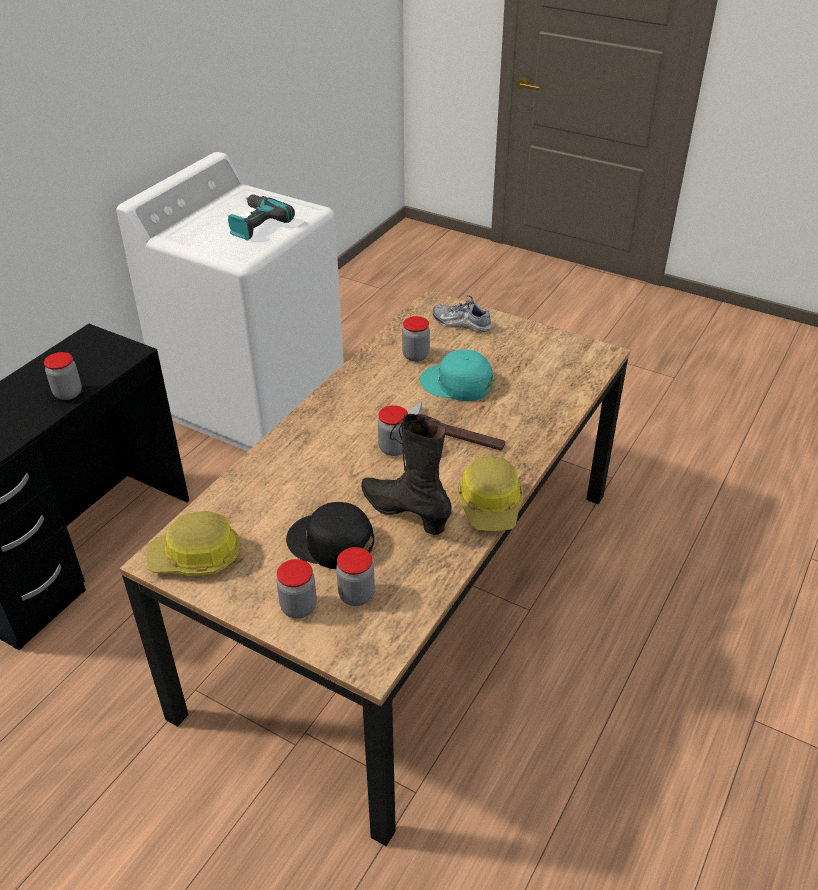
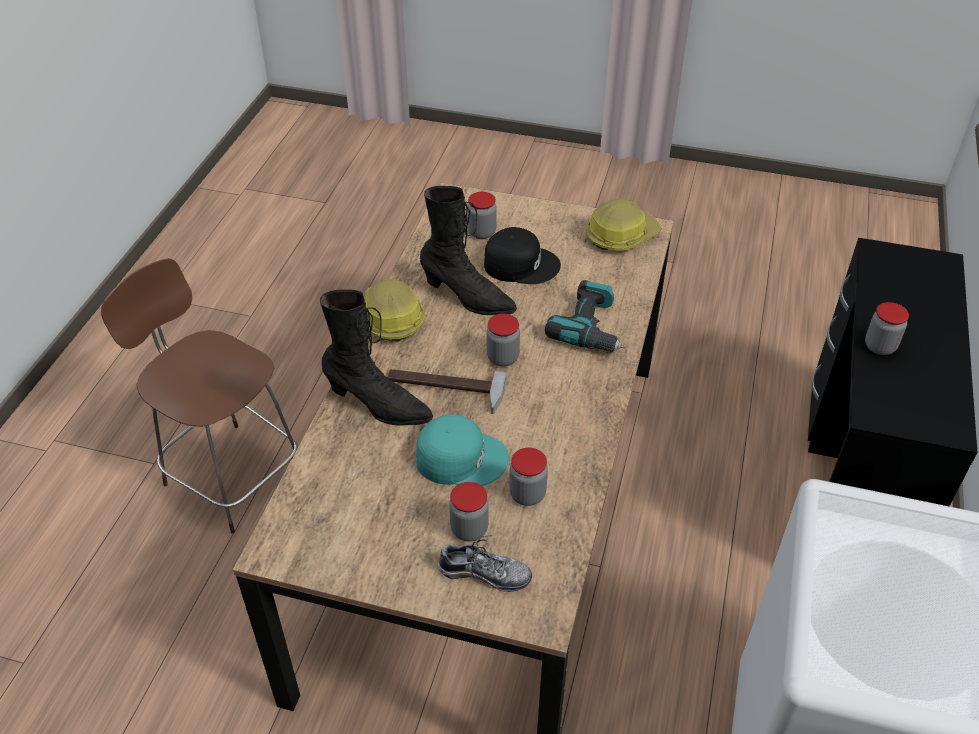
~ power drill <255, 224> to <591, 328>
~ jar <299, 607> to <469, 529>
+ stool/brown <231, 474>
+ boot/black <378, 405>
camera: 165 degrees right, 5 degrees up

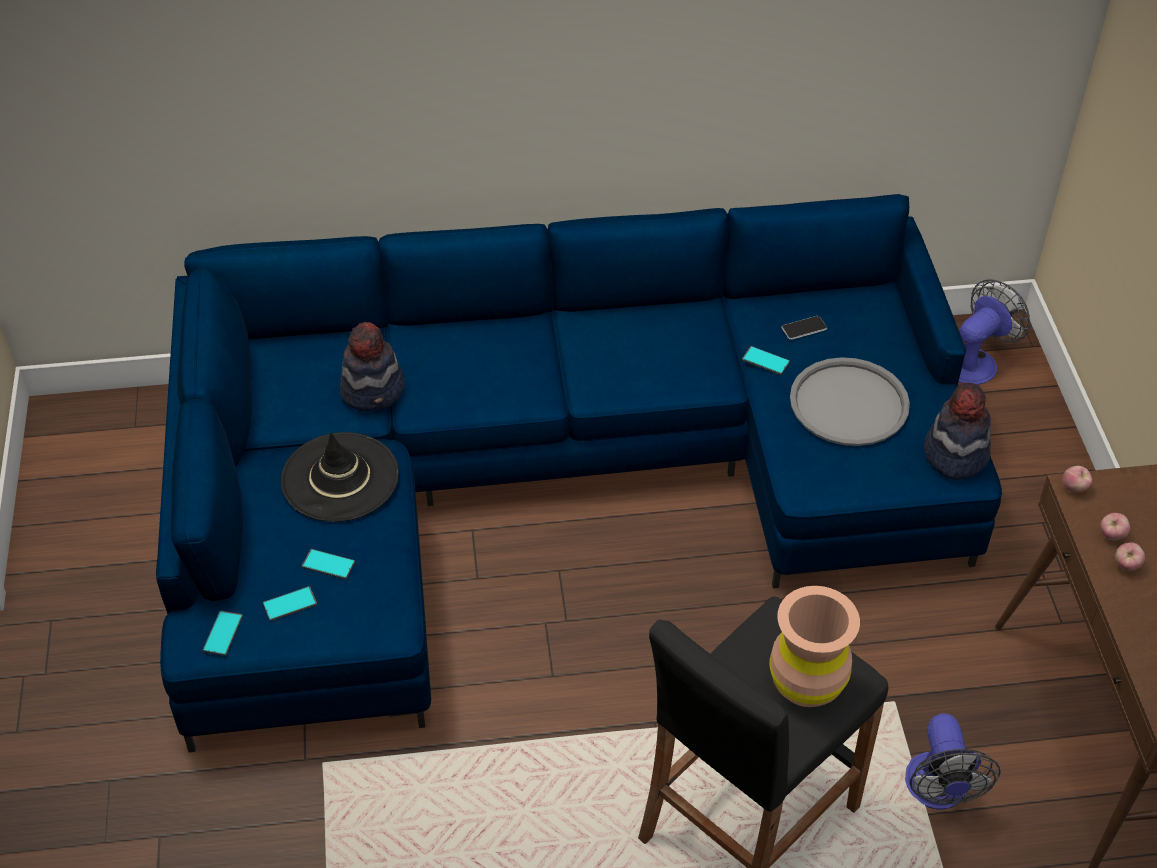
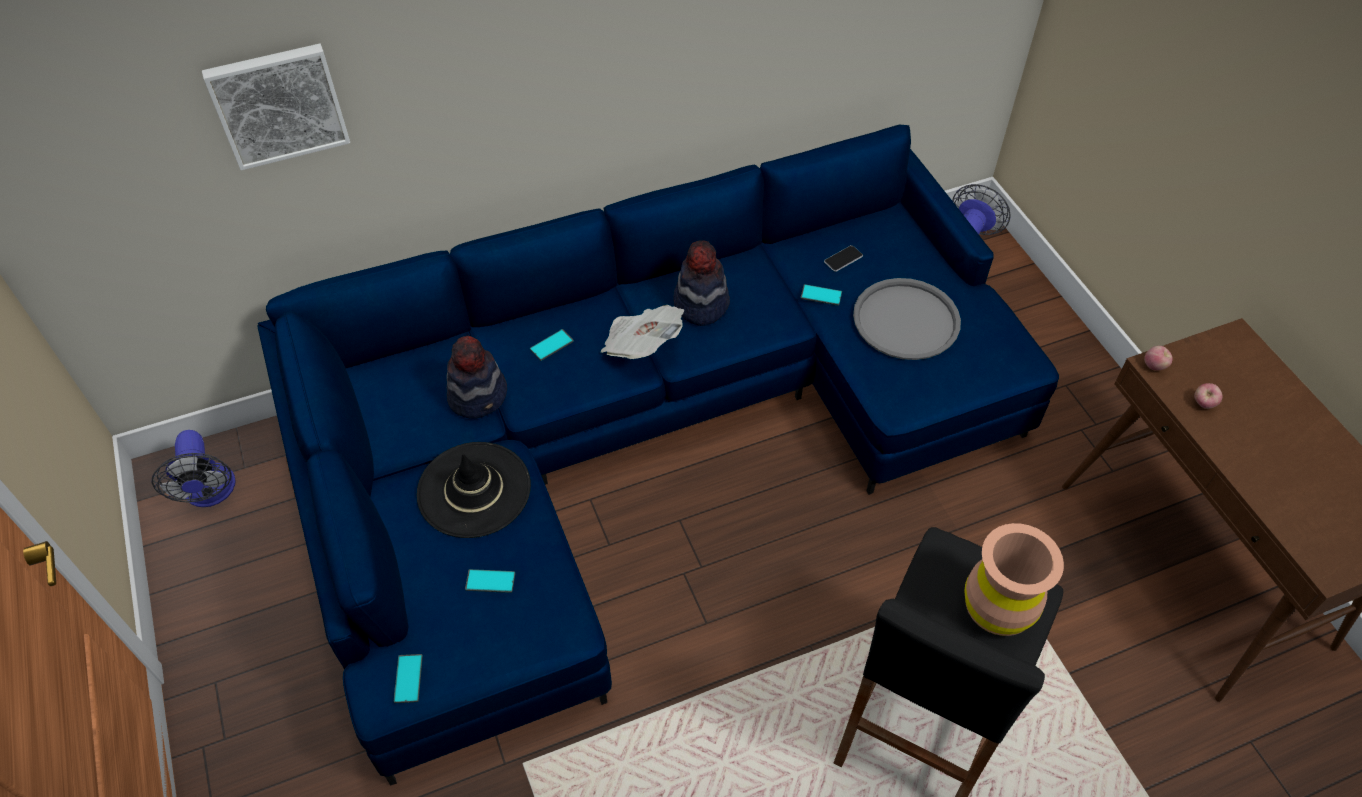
~ hat <955, 454> to <700, 303>
- apple <1126, 566>
~ phone <290, 604> to <551, 345>
~ fan <938, 792> to <210, 493>
+ picture <278, 104>
+ newspaper <642, 345>
camera: 15 degrees left, 5 degrees up

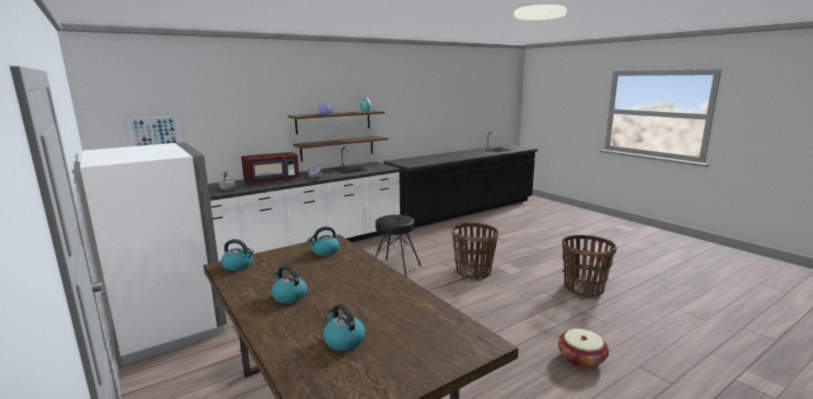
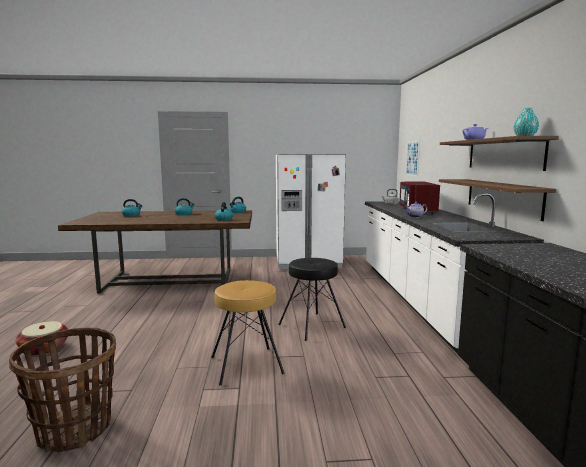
~ basket <473, 272> to stool/brown <246, 365>
camera: 120 degrees right, 5 degrees down

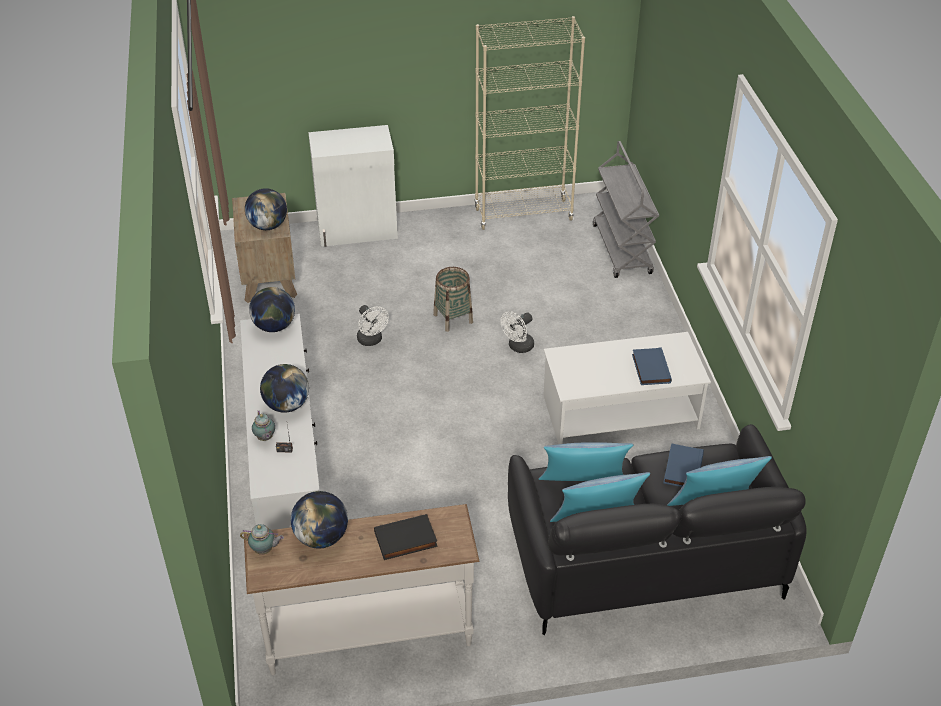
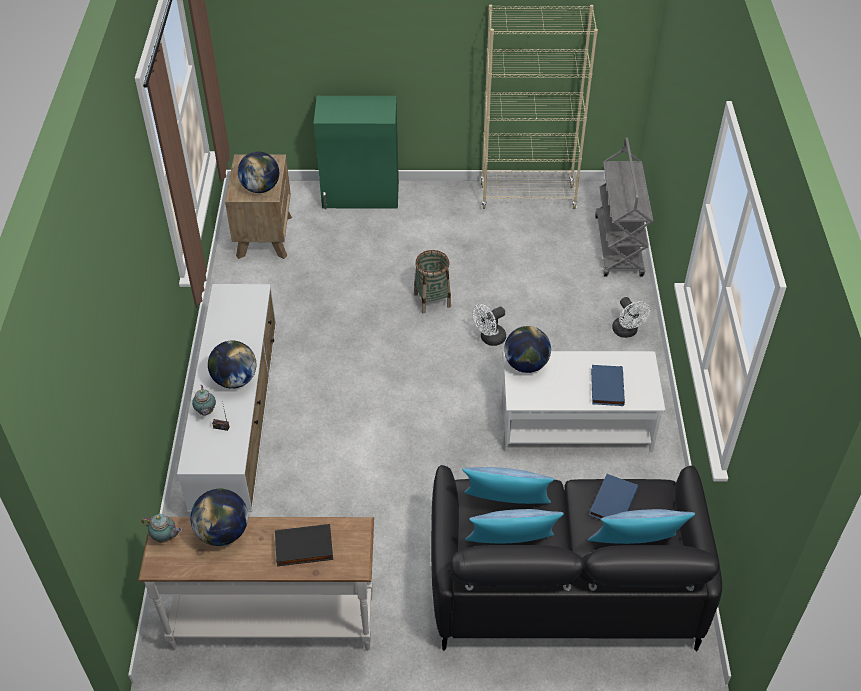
~ cabinet/white <358, 231> to cabinet/green <361, 196>
~ globe <274, 326> to <526, 364>
~ fan/white <371, 340> to <627, 332>
camera: 10 degrees right, 5 degrees up

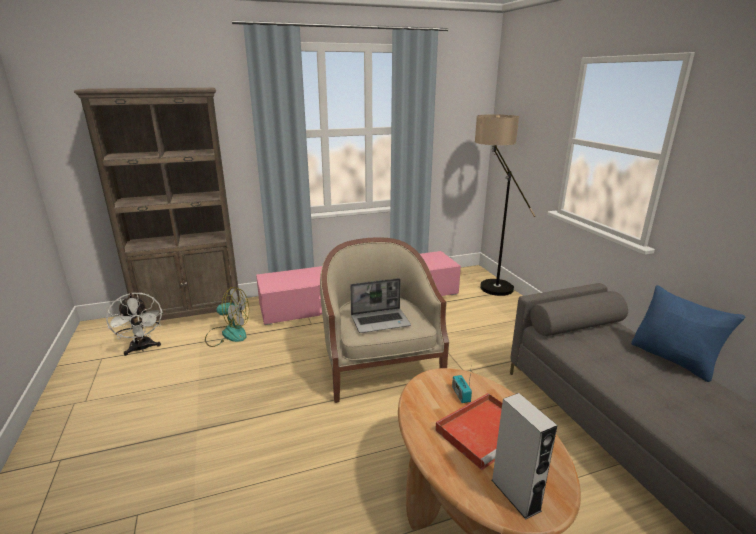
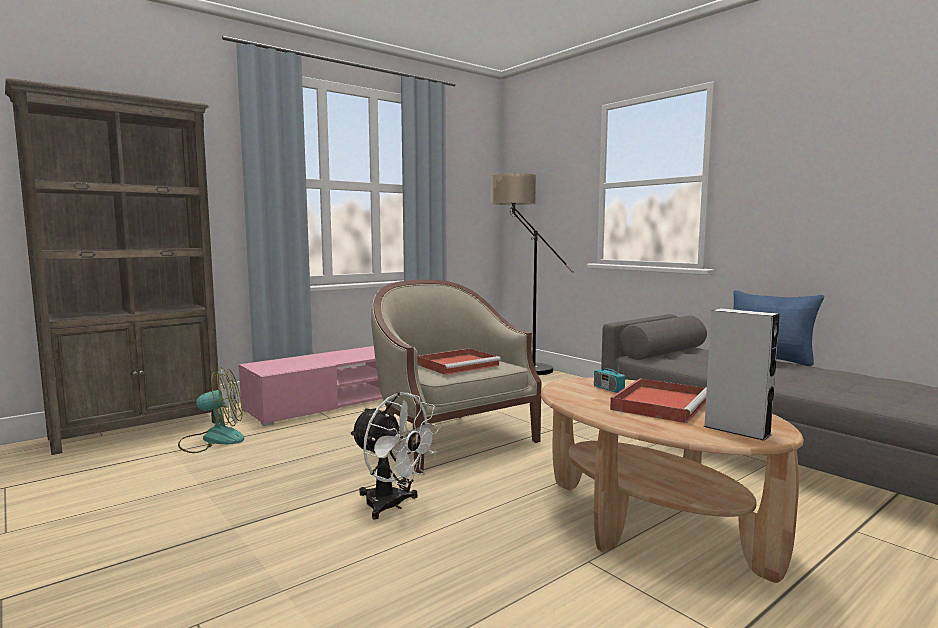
~ laptop <381, 321> to tray/red <458, 364>
~ fan/white <142, 349> to <392, 506>
camera: 20 degrees left, 15 degrees down

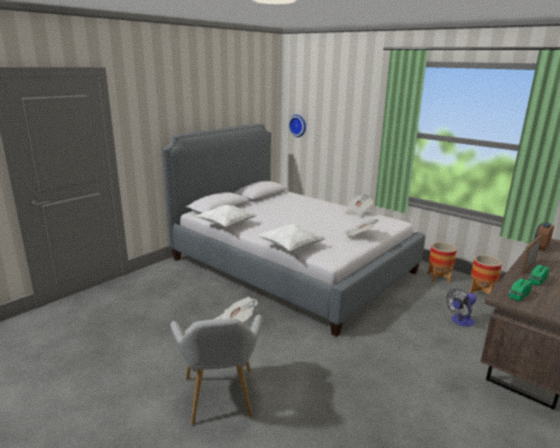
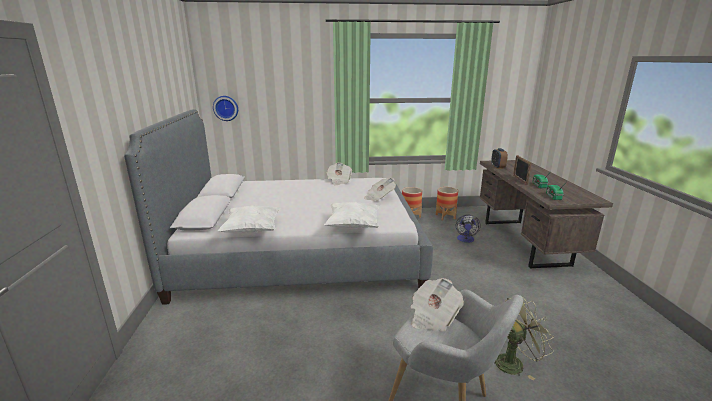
+ fan/green <513, 362>
camera: 45 degrees left, 0 degrees up

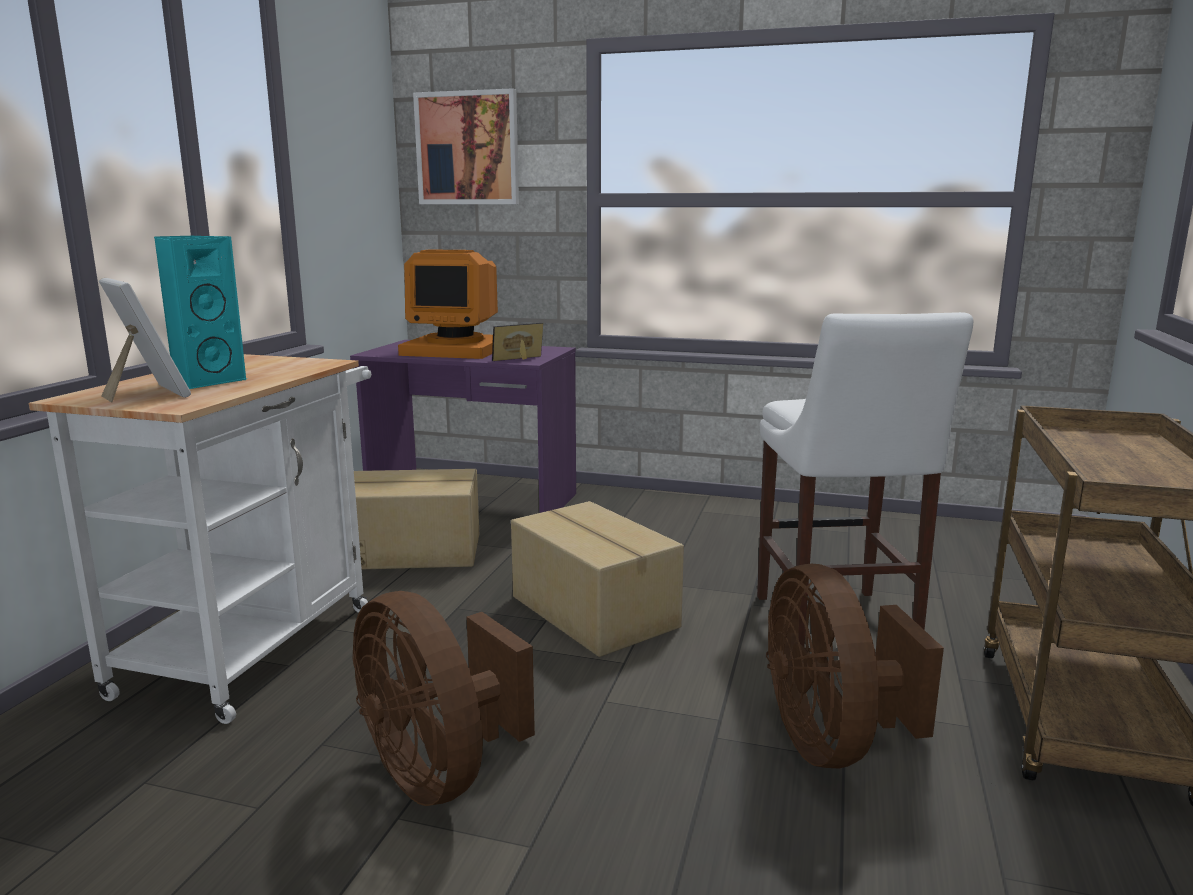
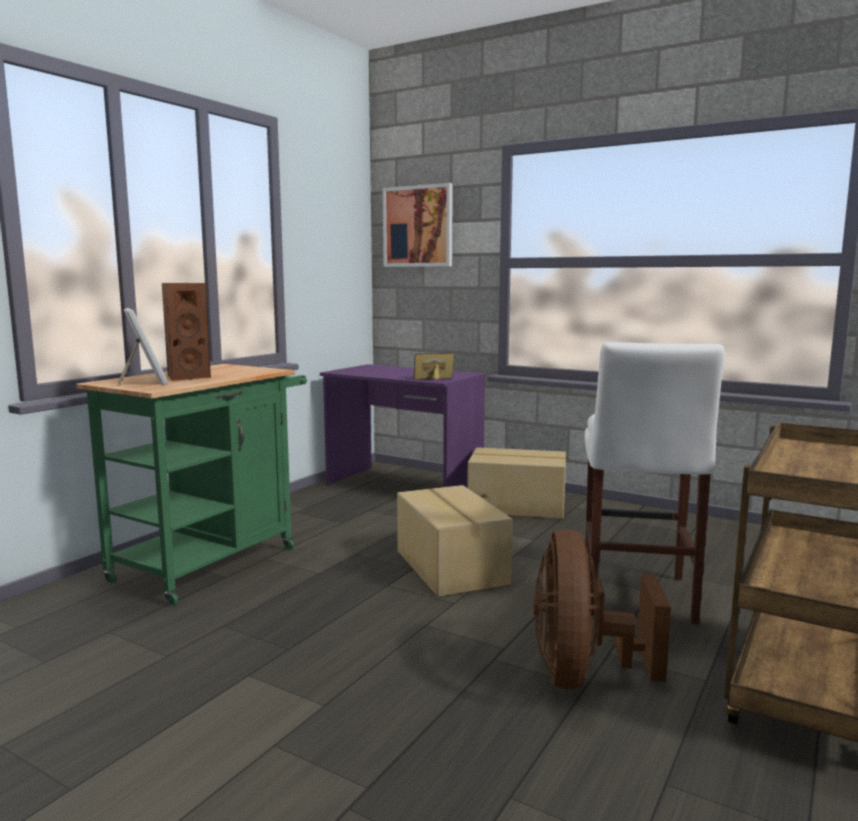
~ speaker/turquoise <206, 381> to speaker/brown <186, 377>
- monitor <457, 349>
~ cart/white <257, 642> to cart/green <213, 561>
~ cardboard box <410, 551> to <516, 506>
- fan/brown <439, 772>
camera: 15 degrees right, 5 degrees down

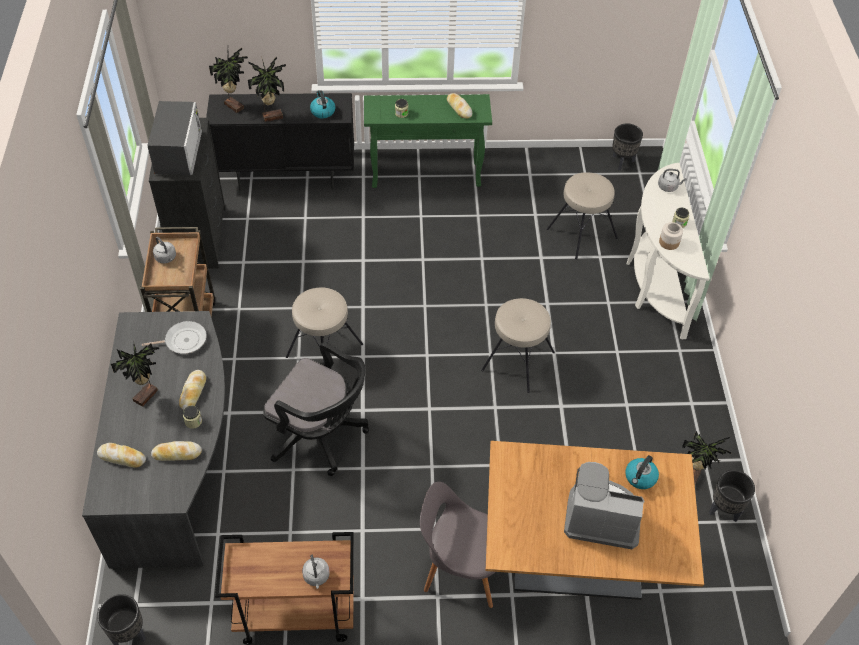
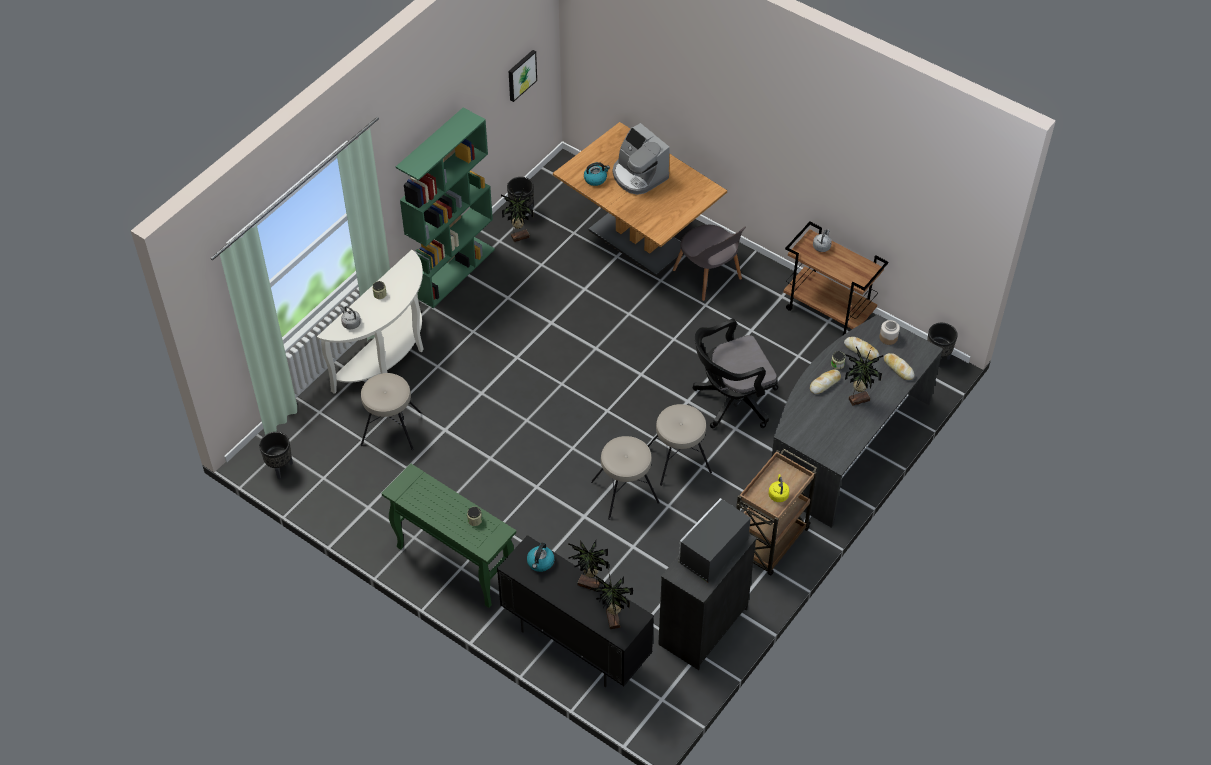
- bread <459, 108>
~ jar <669, 242> to <888, 337>
~ kettle/grey <166, 258> to kettle/yellow <778, 494>
~ stool/beige <517, 361> to <625, 492>
- frying pan <183, 340>
~ office chair/black <321, 436> = <731, 401> 90 degrees counterclockwise
+ picture <521, 75>
+ bookcase/green <453, 271>
camera: 140 degrees left, 0 degrees up

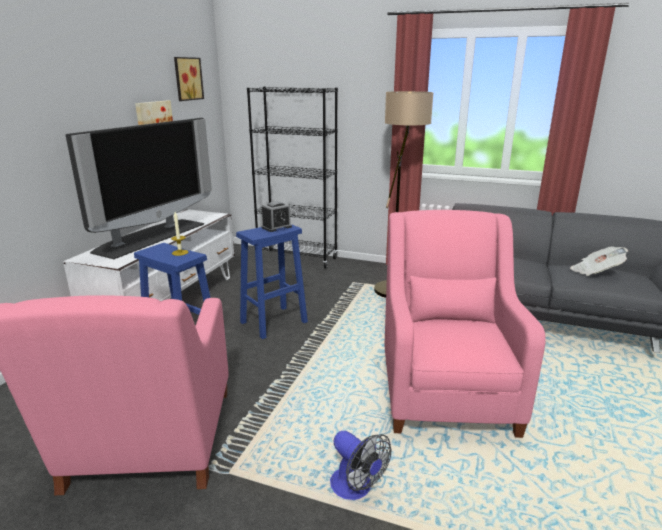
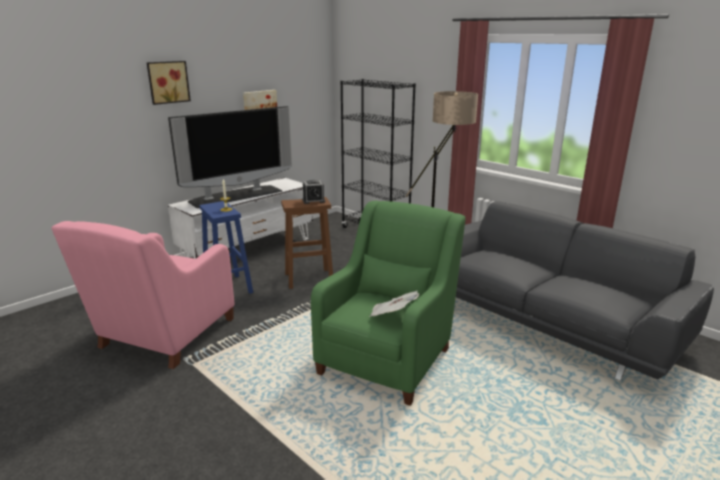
~ picture <187, 79> to <168, 82>
~ armchair/pink <445, 390> to armchair/green <388, 357>
~ stool/blue <274, 322> to stool/brown <309, 278>
~ newspaper <595, 272> to <392, 315>
- fan <356, 489>
camera: 25 degrees right, 0 degrees up

